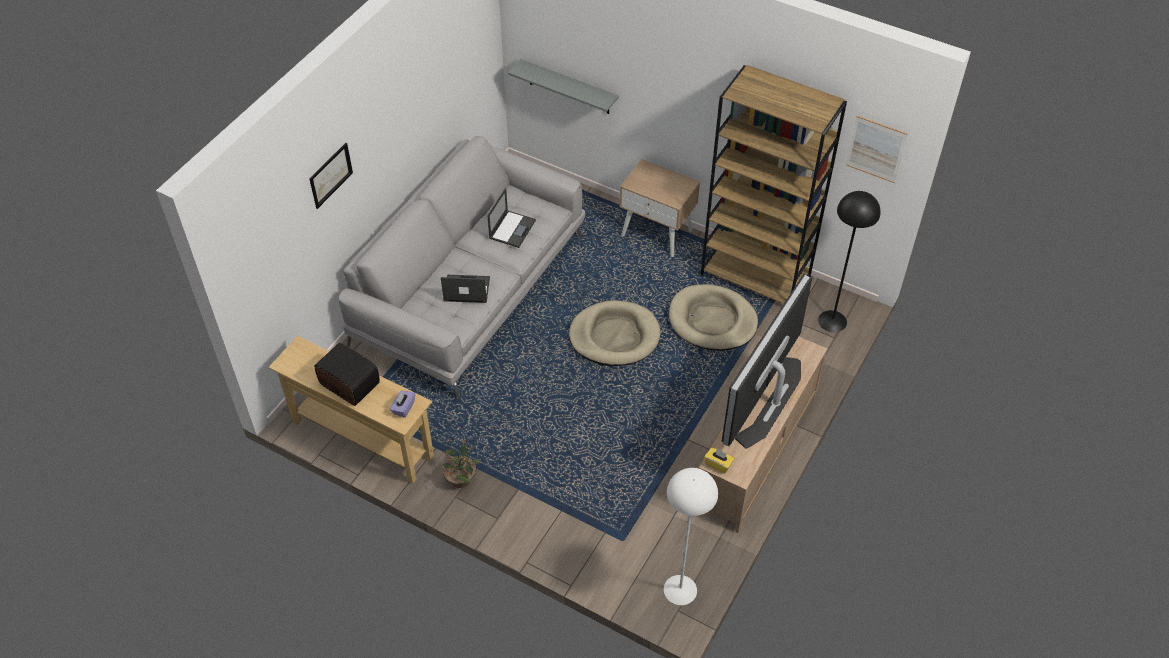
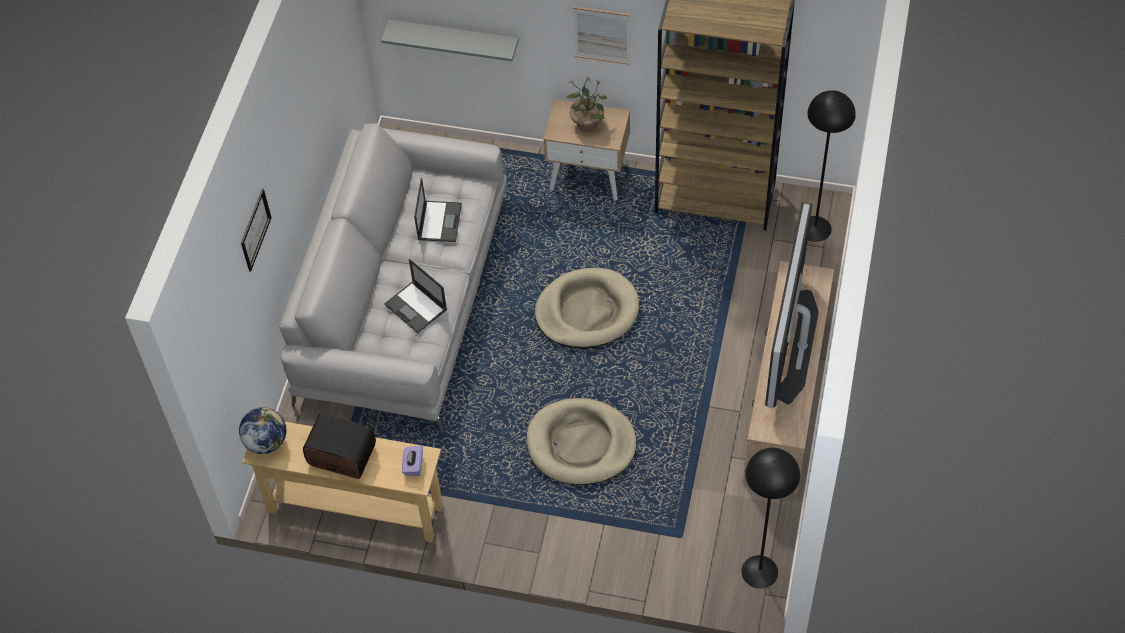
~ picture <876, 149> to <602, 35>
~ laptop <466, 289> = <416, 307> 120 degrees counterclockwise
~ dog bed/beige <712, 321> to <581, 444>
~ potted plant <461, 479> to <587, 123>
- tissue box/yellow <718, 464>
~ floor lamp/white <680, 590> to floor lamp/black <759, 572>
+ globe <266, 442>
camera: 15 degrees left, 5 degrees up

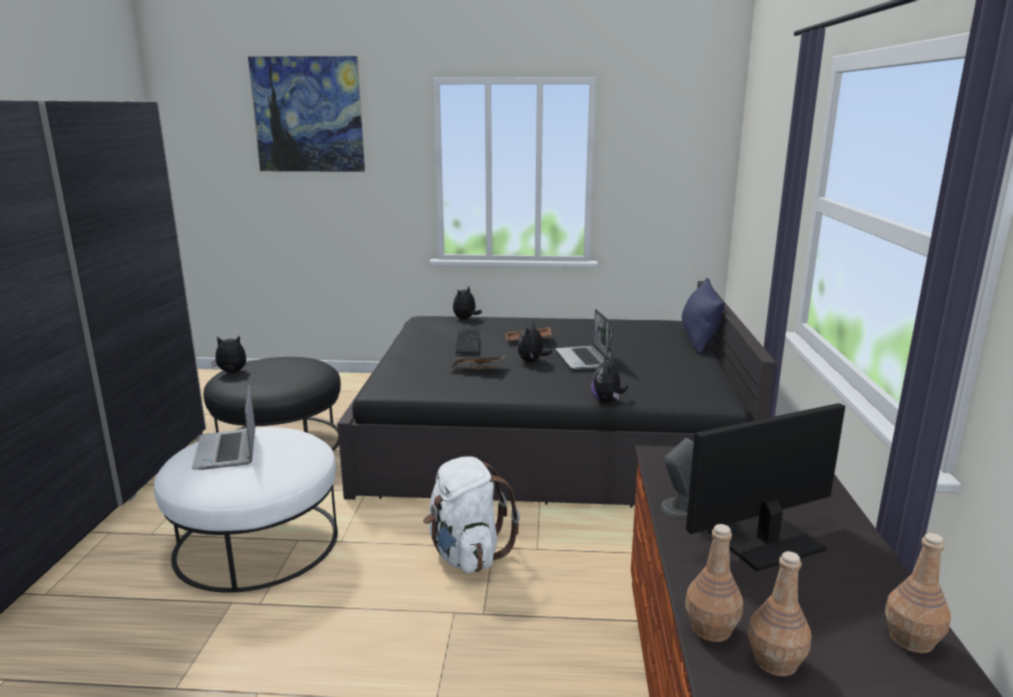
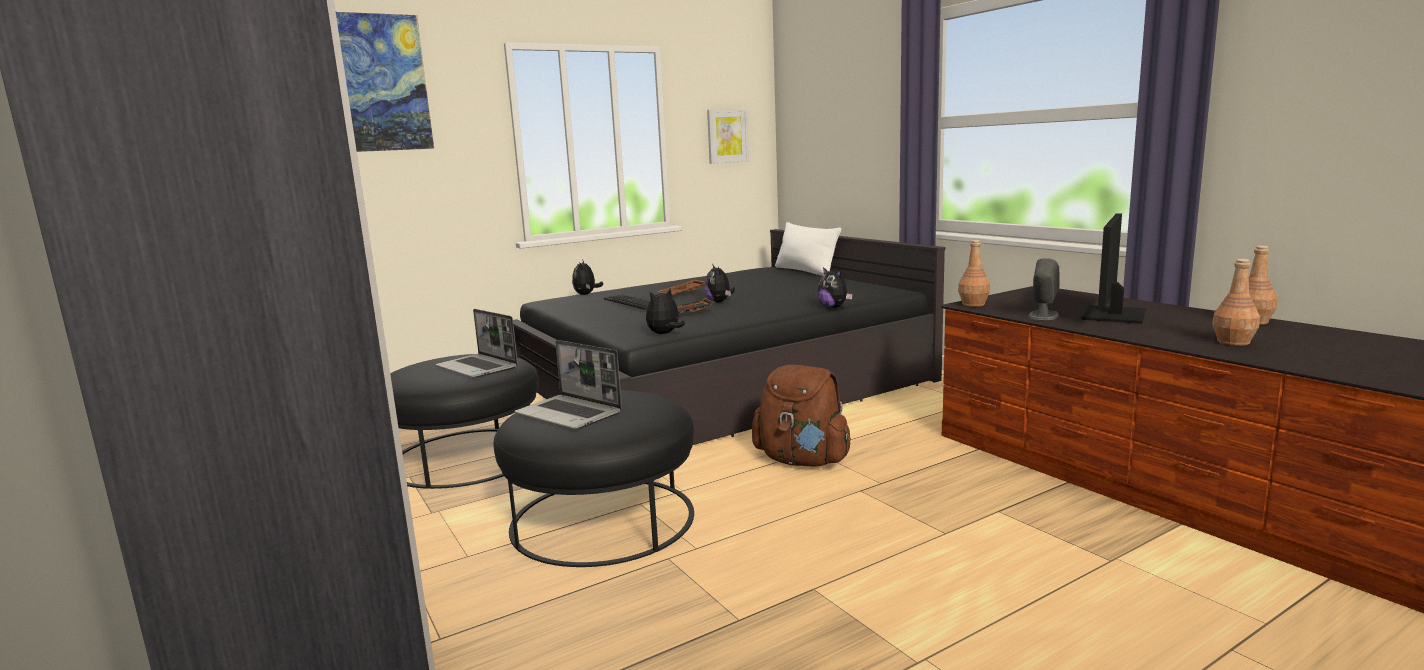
~ pillow/blue <699, 338> to pillow/white <805, 271>
~ laptop <584, 359> to <478, 367>
~ plush toy <232, 372> to <664, 334>
~ ottoman/white <257, 542> to ottoman/black <602, 519>
~ backpack/white <466, 554> to backpack/brown <802, 461>
~ bottle/brown <710, 628> to <973, 304>
+ picture <727, 136>
camera: 35 degrees left, 5 degrees down

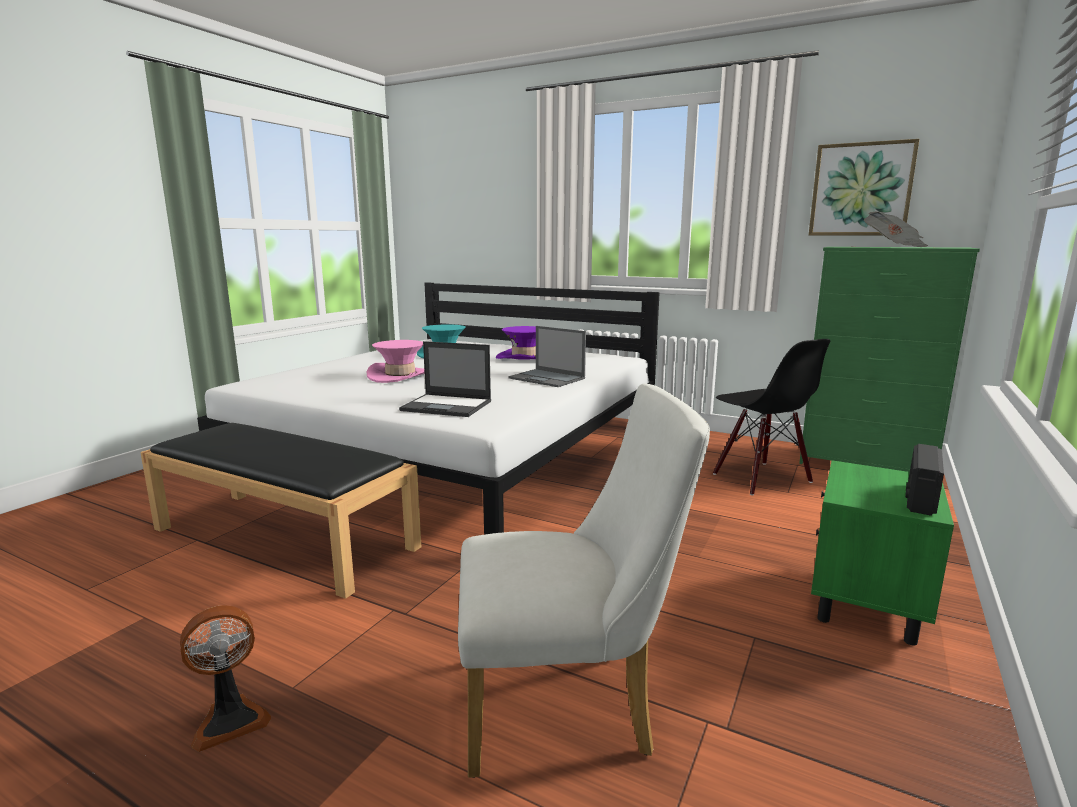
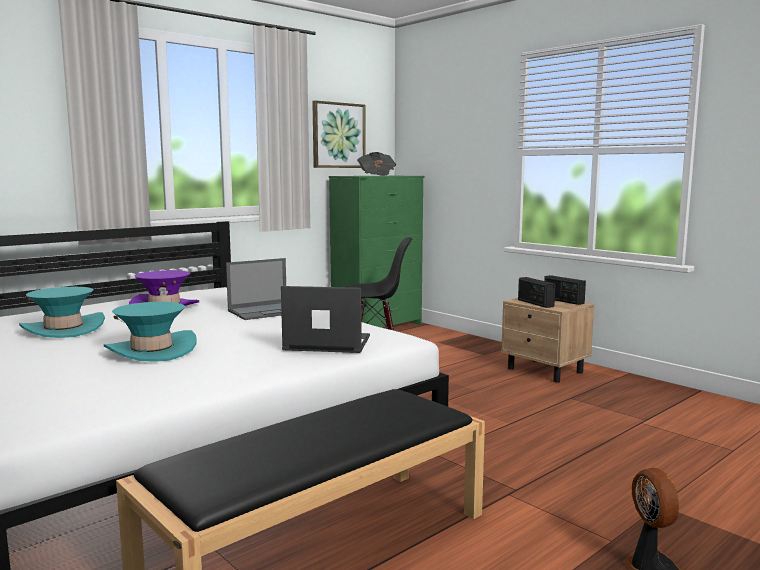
~ hat/pink <400, 375> to hat/turquoise <151, 350>
~ laptop <447, 406> = <326, 343> 120 degrees counterclockwise
- chair/white <569, 706>
~ nightstand/green <865, 605> to nightstand/beige <545, 371>
+ radio <535, 303>
camera: 70 degrees left, 5 degrees down

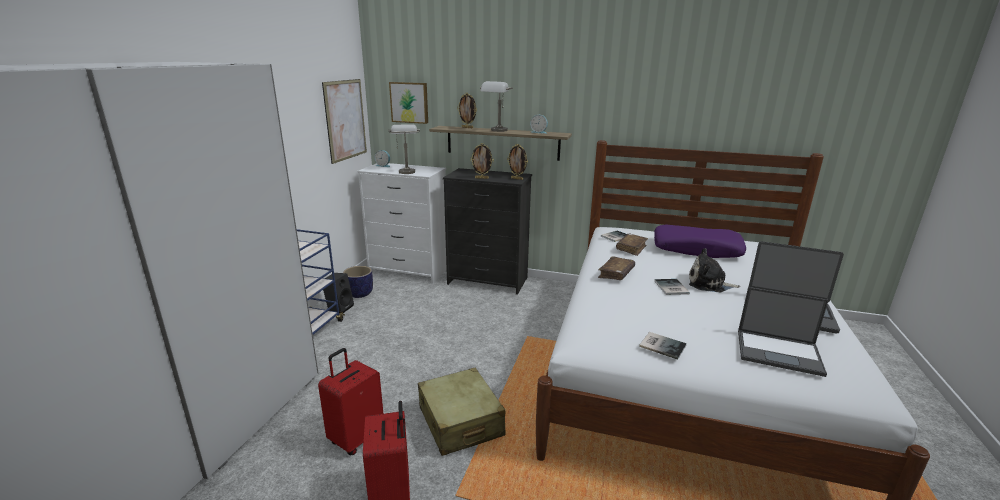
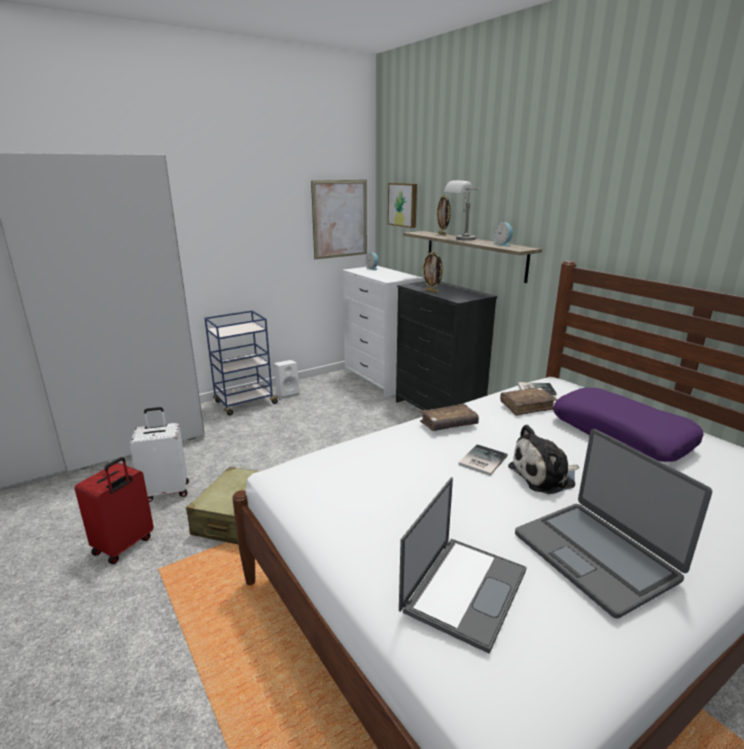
- table lamp/grey <406, 171>
- picture frame <517, 179>
~ plush toy <709, 284> = <545, 476> 75 degrees counterclockwise
- planter <360, 293>
~ speaker/black <339, 308> to speaker/white <288, 393>
~ laptop <779, 352> = <464, 588> 120 degrees counterclockwise
- book <662, 345>
~ suitcase/red <356, 437> to suitcase/white <166, 491>
camera: 40 degrees right, 0 degrees up

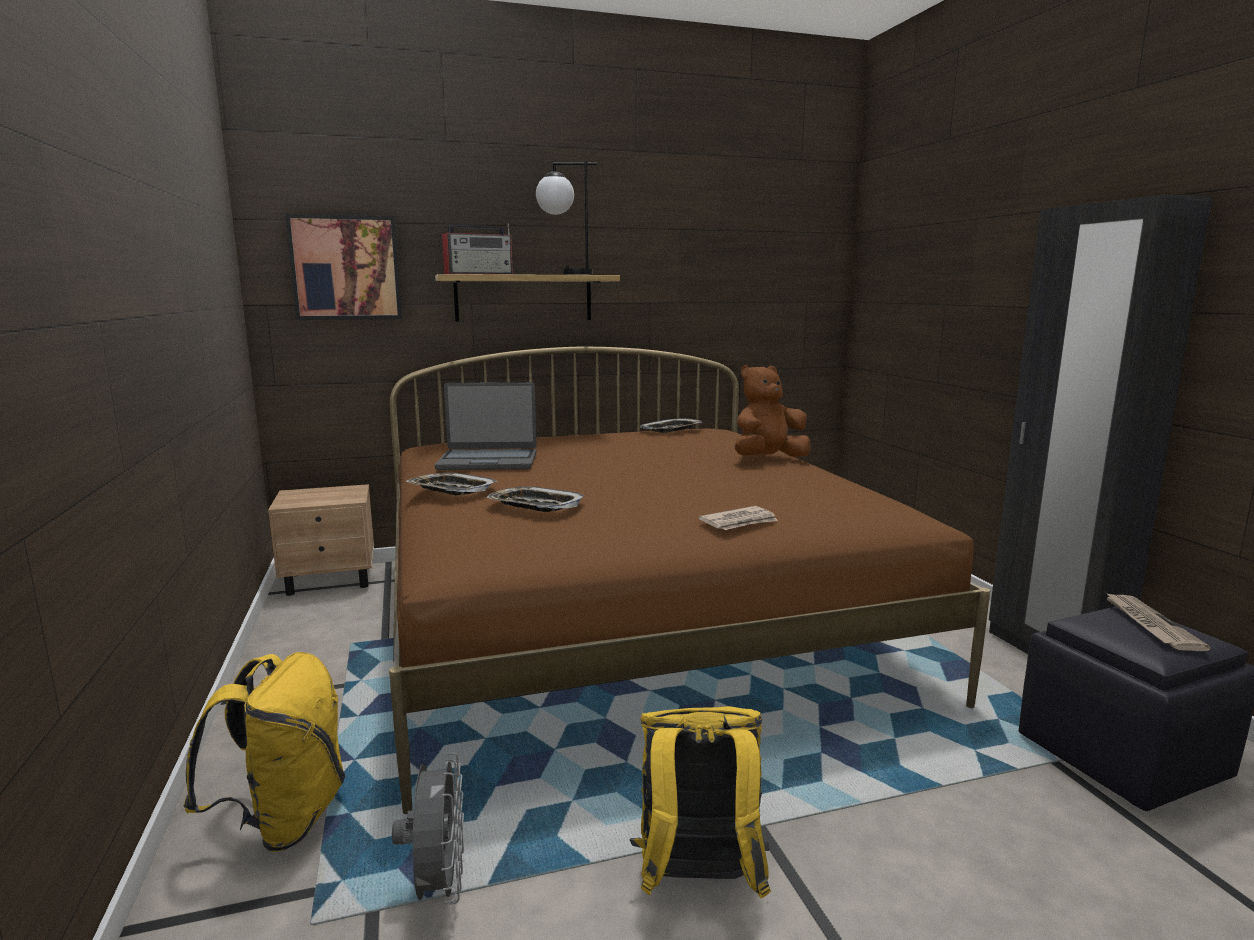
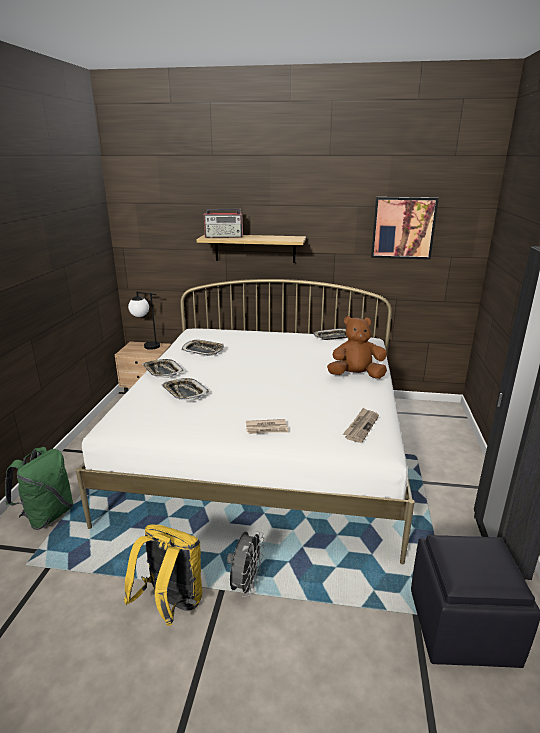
~ table lamp <565, 274> to <146, 345>
~ picture <346, 268> to <403, 228>
~ bed/brown <628, 620> to bed/white <266, 450>
~ laptop <488, 461> to tray <203, 351>
~ newspaper <1149, 624> to <361, 426>
~ backpack/yellow <284, 820> to backpack/green <47, 515>
~ fan/grey <439, 886> to <246, 584>
camera: 25 degrees right, 10 degrees up

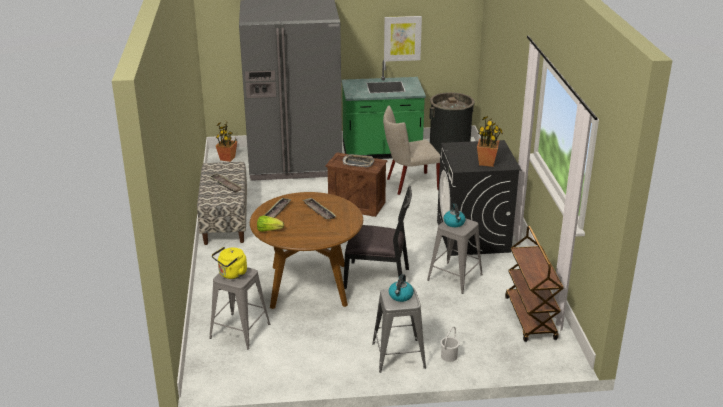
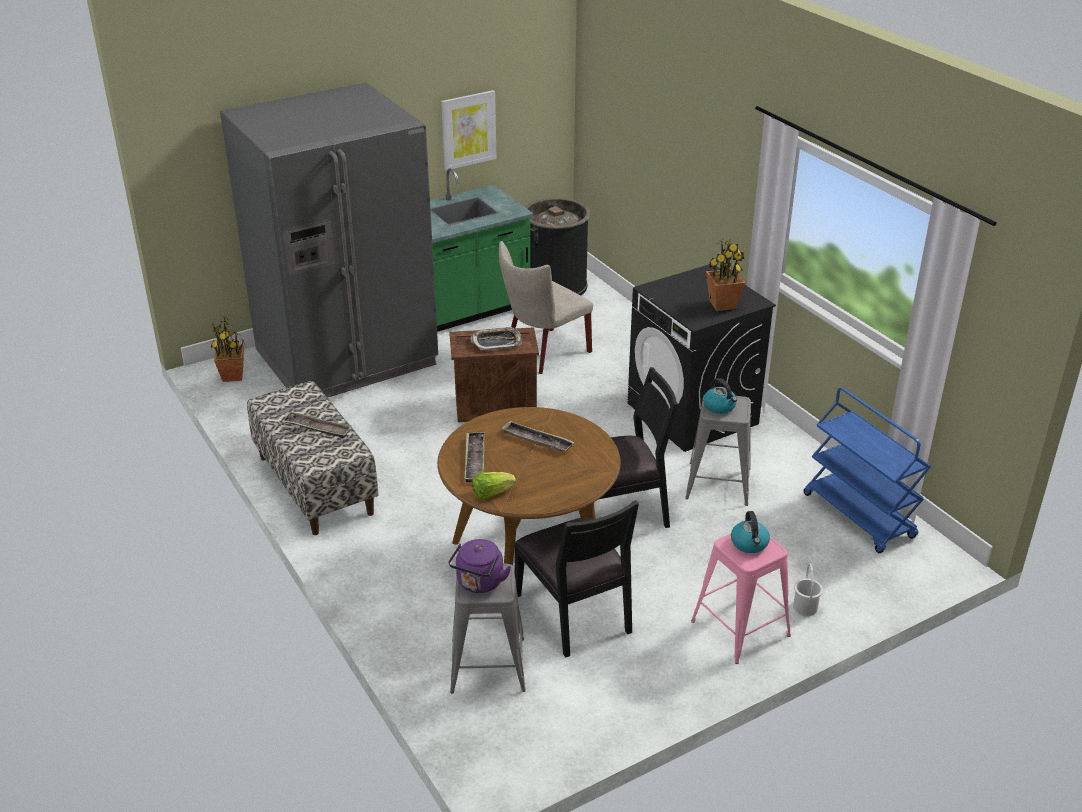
~ cart/brown <530, 318> to cart/blue <859, 516>
~ kettle/yellow <231, 274> to kettle/purple <479, 584>
~ stool/grey <398, 355> to stool/pink <740, 628>
+ chair/black <575, 613>
camera: 25 degrees left, 5 degrees up

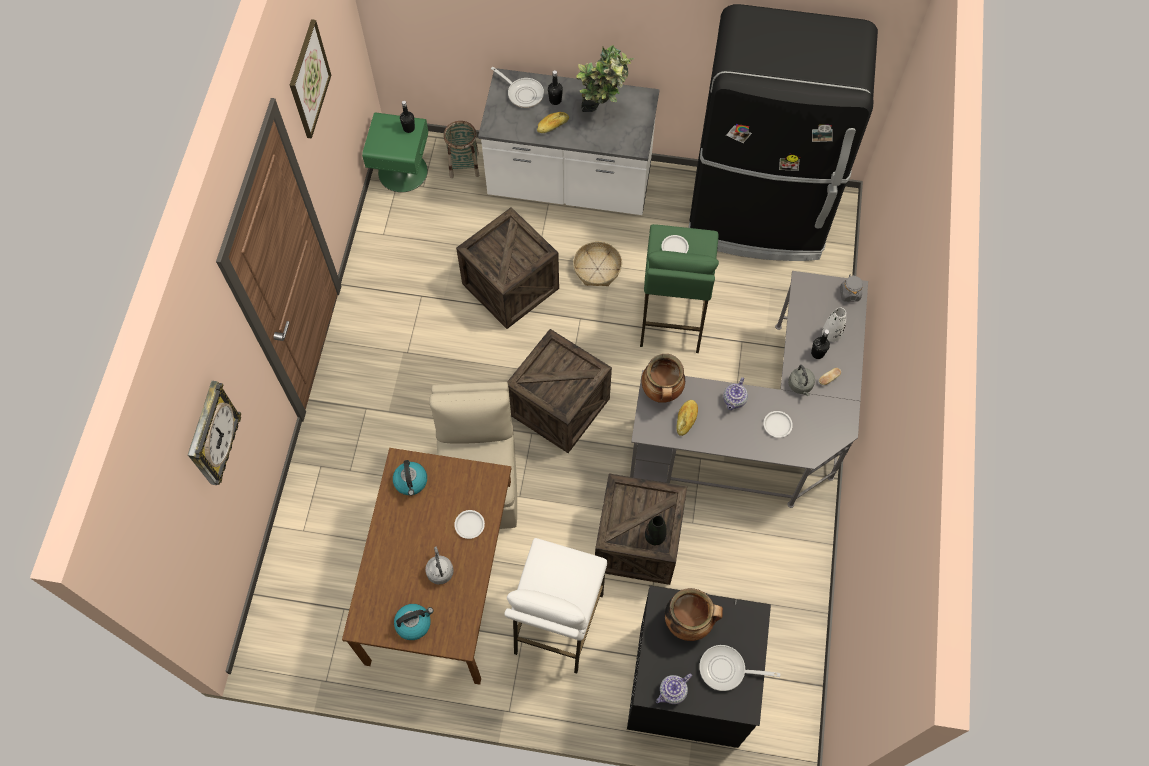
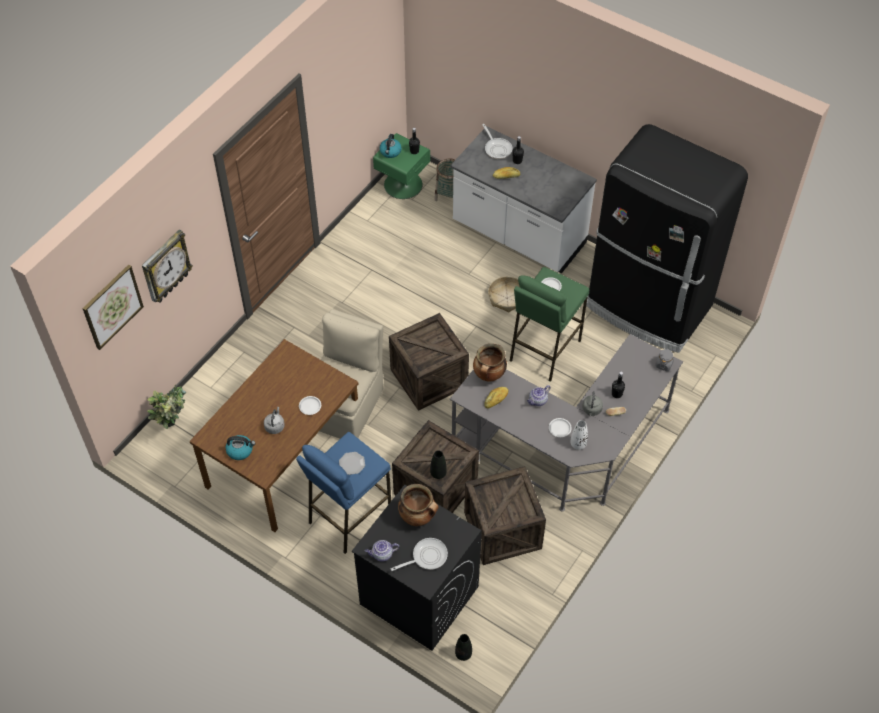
~ picture <309, 79> to <112, 306>
~ potted plant <602, 114> to <175, 432>
~ crate <510, 286> to <502, 530>
~ vase/white <831, 334> to <578, 444>
~ kettle <411, 482> to <390, 152>
~ stool/white <557, 624> to stool/blue <349, 516>
~ frying pan <726, 670> = <426, 557> 120 degrees clockwise
+ plate <352, 463>
+ vase/black <463, 654>
camera: 25 degrees right, 10 degrees down

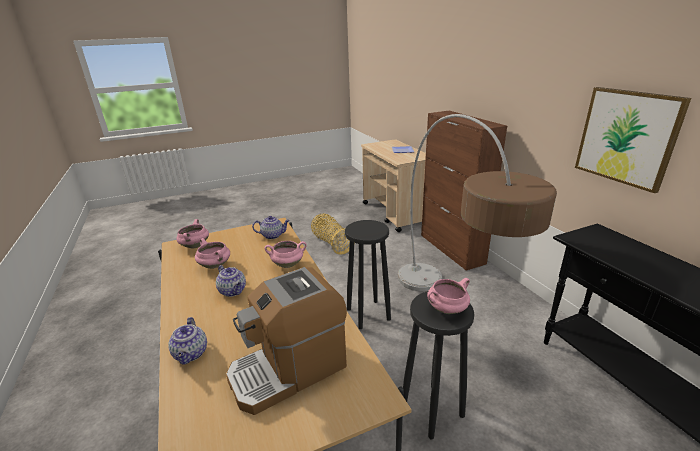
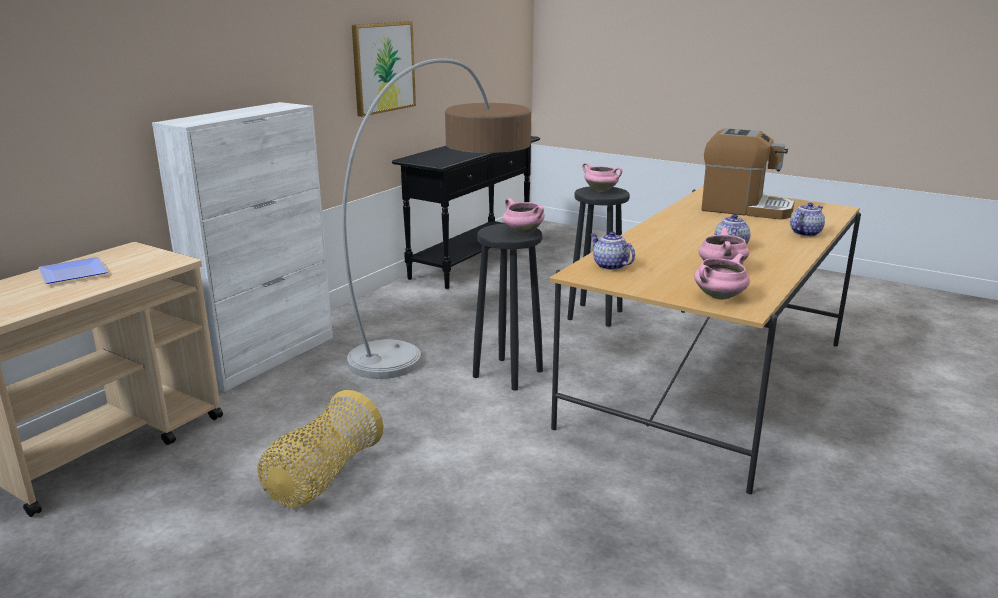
~ cabinet/brown <451, 249> to cabinet/white <267, 357>
~ cooking pot/pink <288, 264> to <522, 232>
camera: 125 degrees left, 5 degrees down

